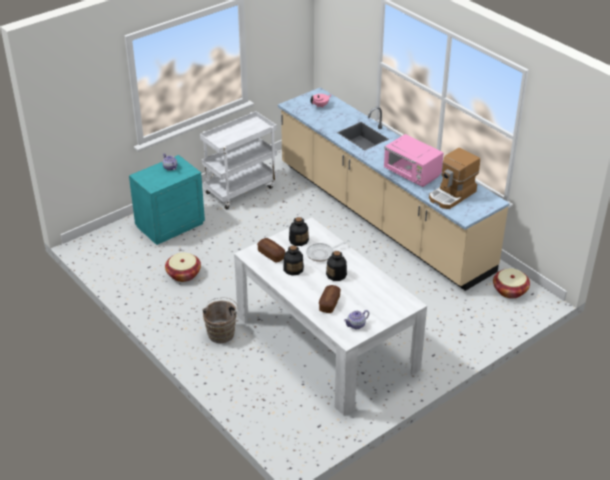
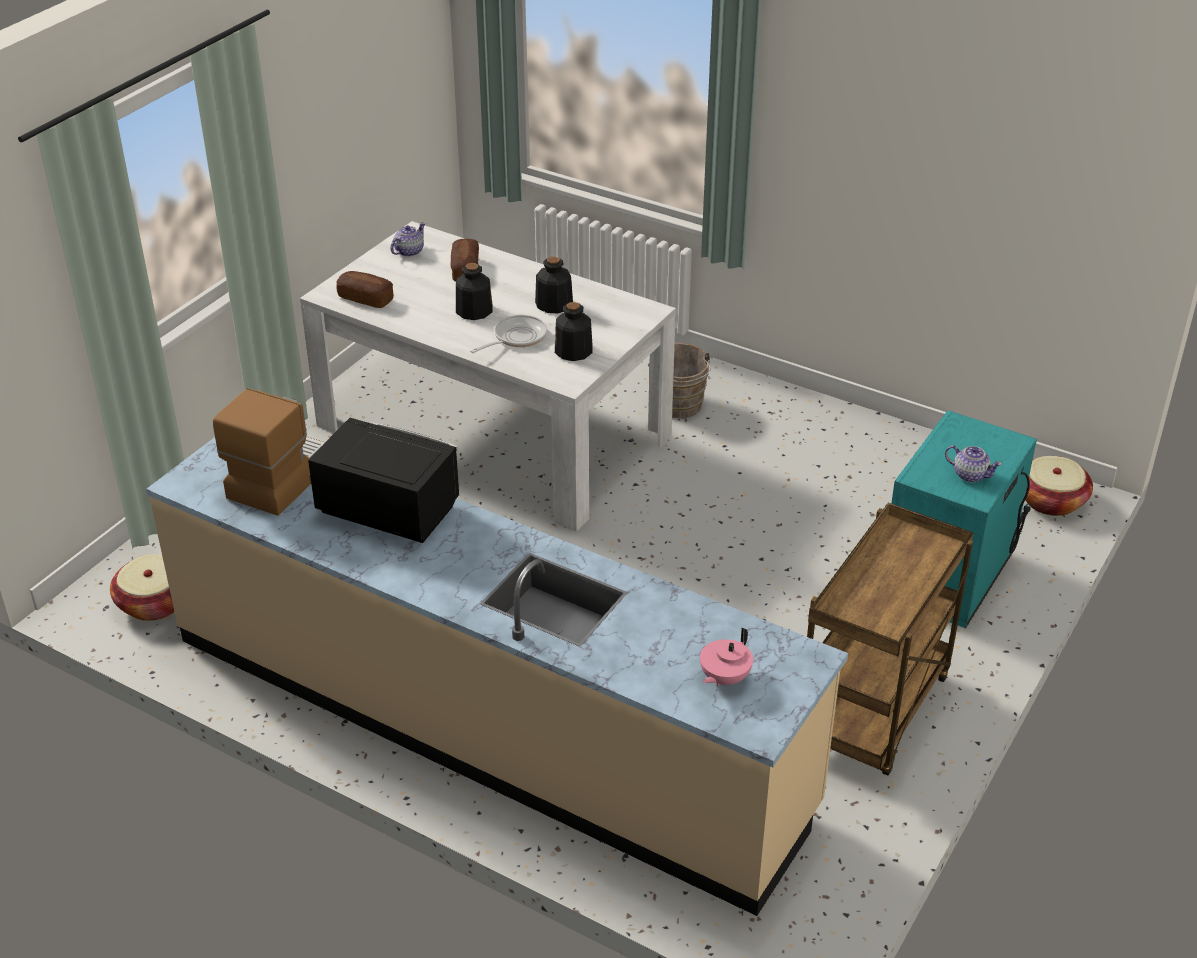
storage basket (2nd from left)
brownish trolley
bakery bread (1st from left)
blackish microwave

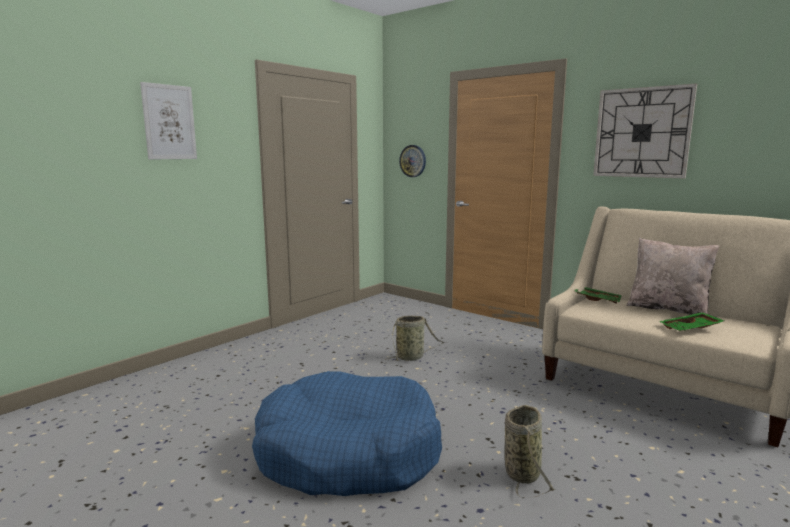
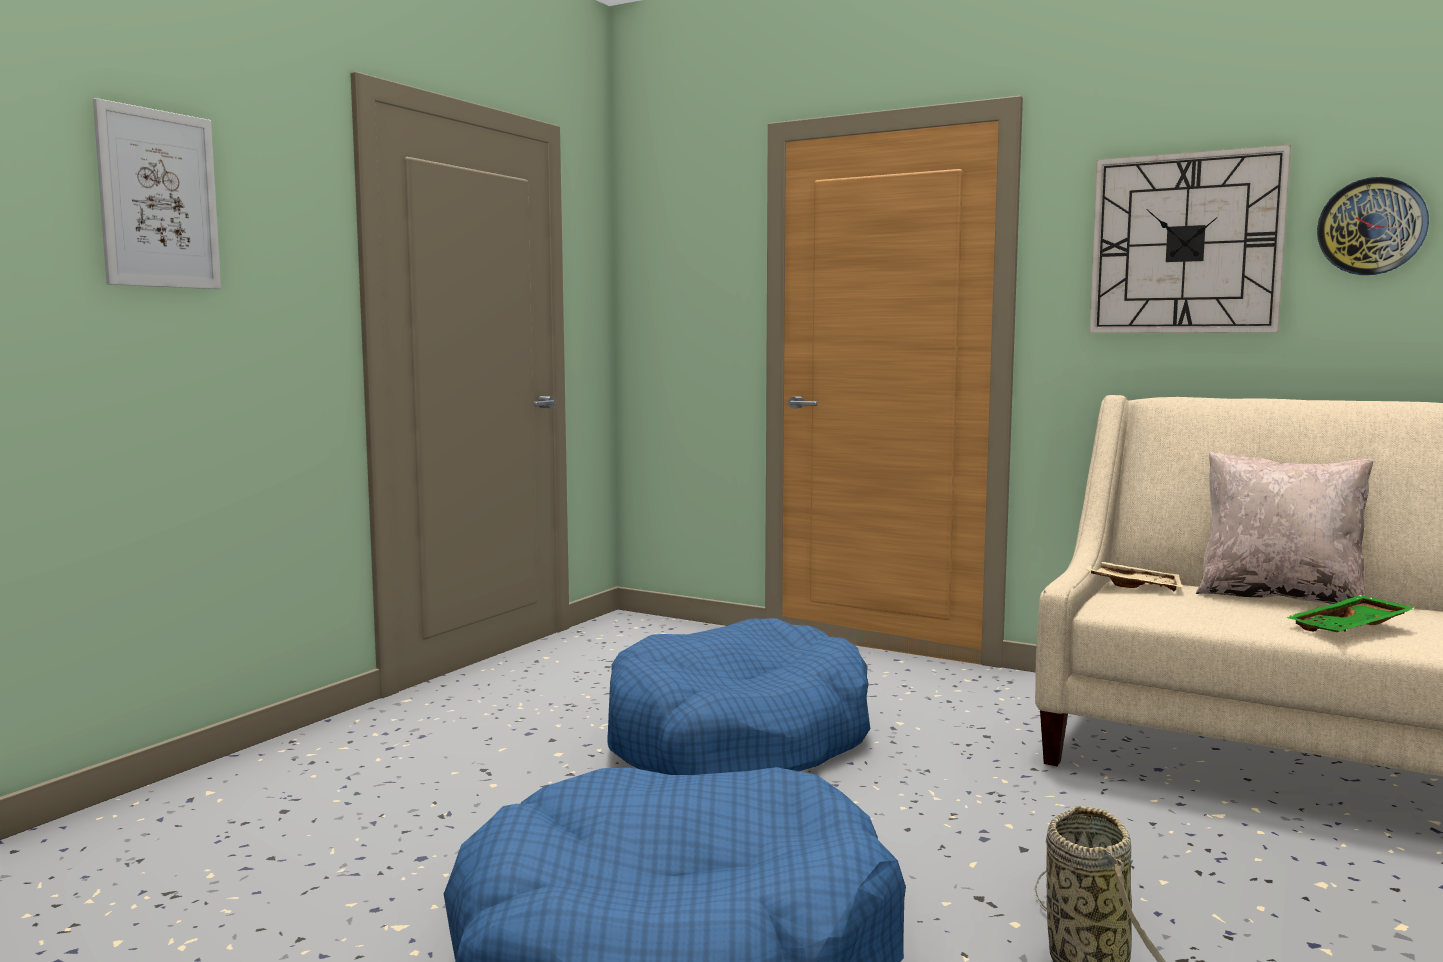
blue pet bed (2nd from left)
wall clock (2nd from left)
sand-coloured carrying tray

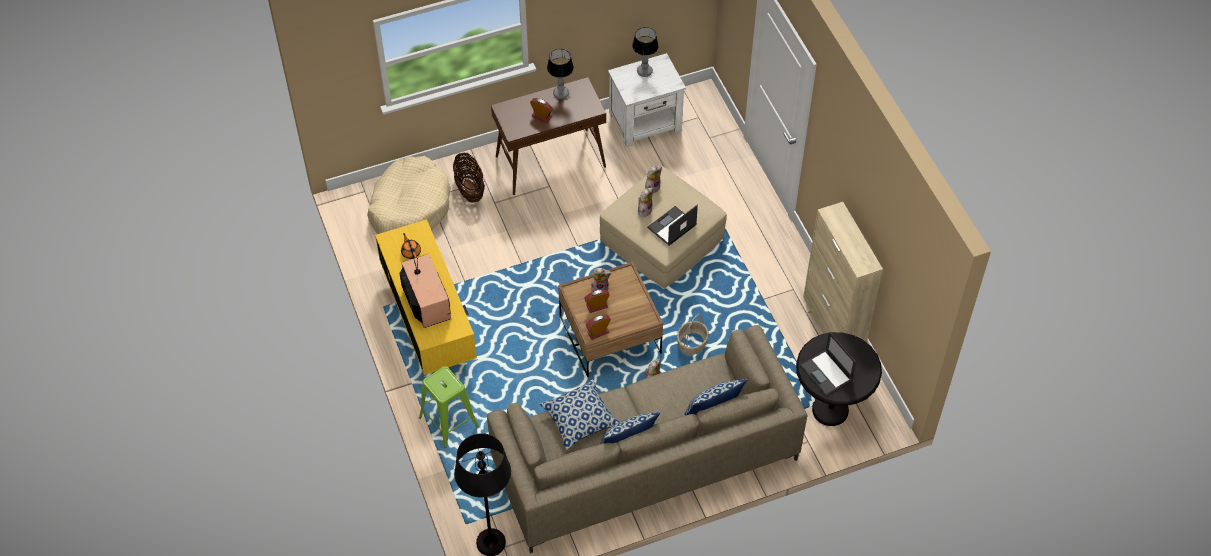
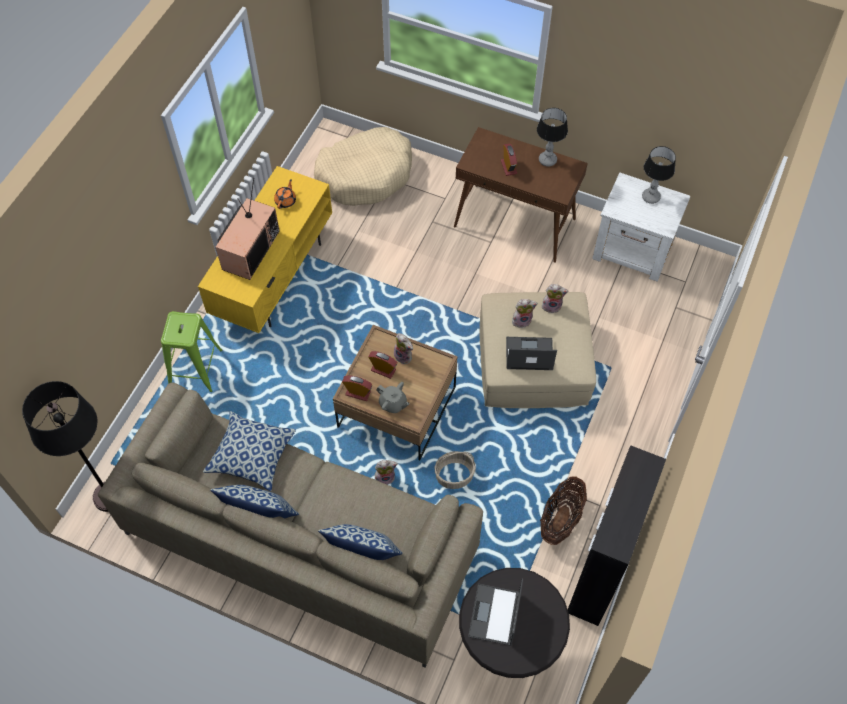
storage basket (2nd from left)
blackish storage cabinet
grey pot for tea

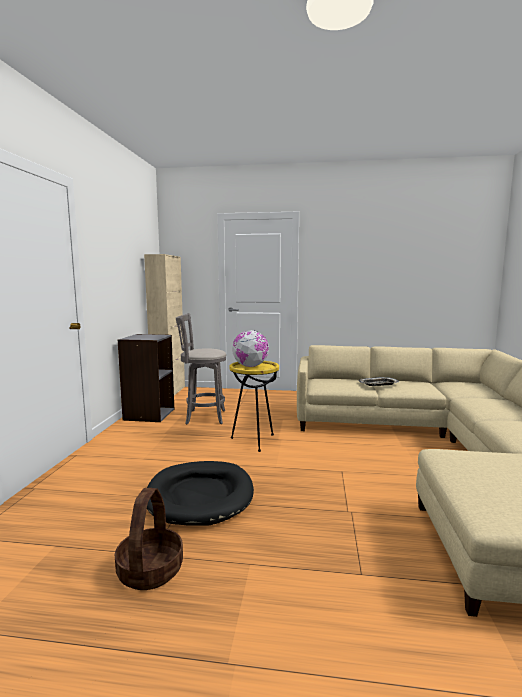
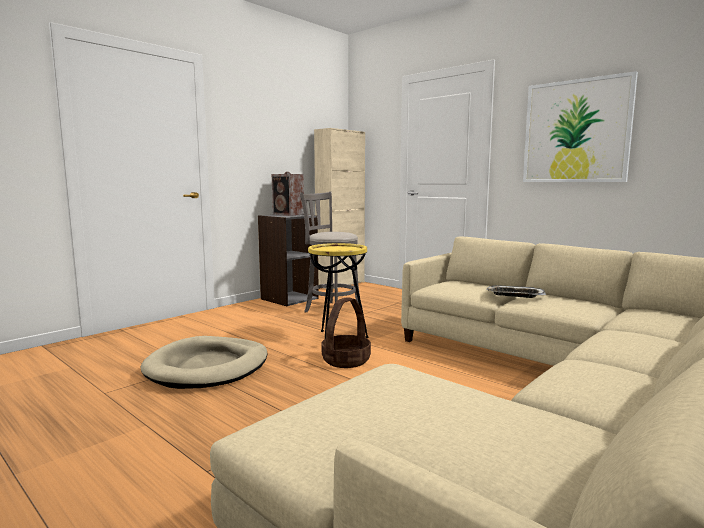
storage basket
sand-coloured pet bed
desk globe
loudspeaker
wall picture

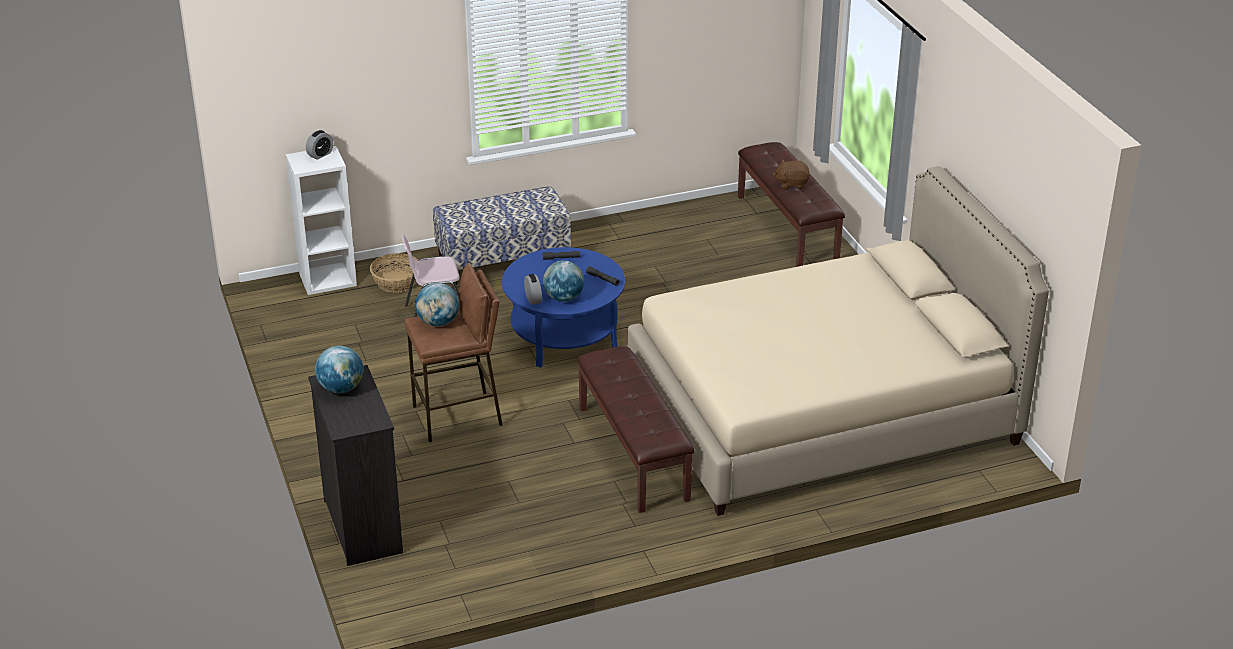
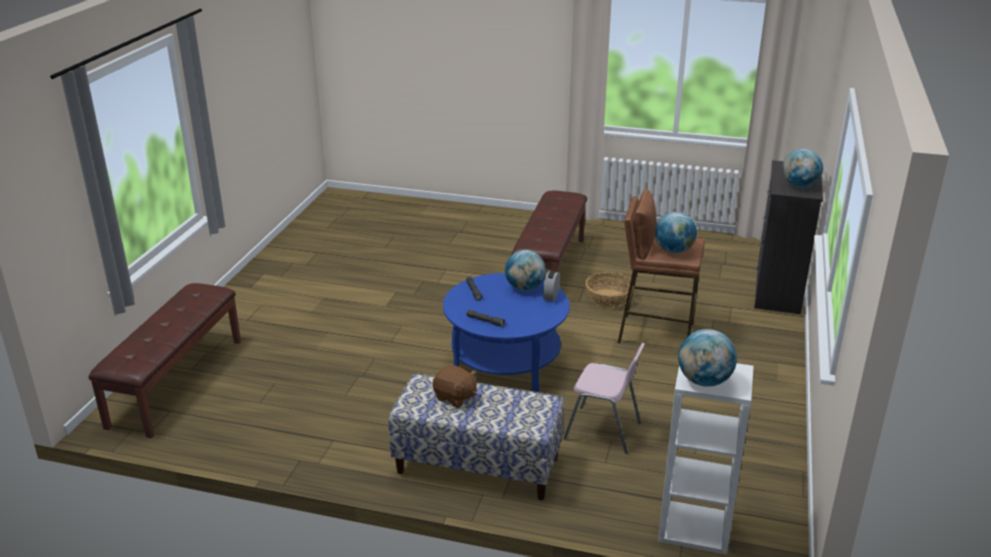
desk globe (3rd from left)
storage basket
sand-coloured bed
brownish plush toy

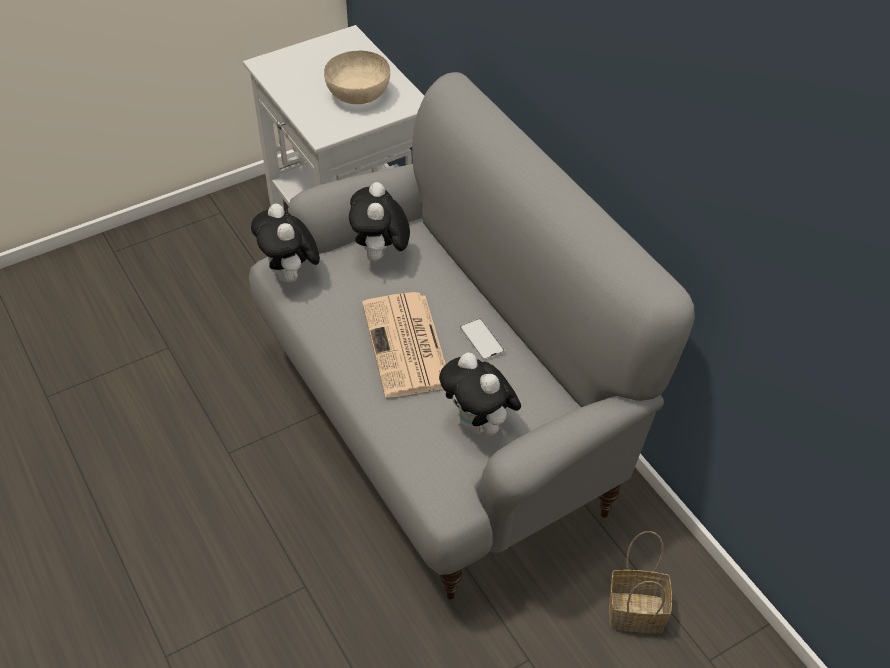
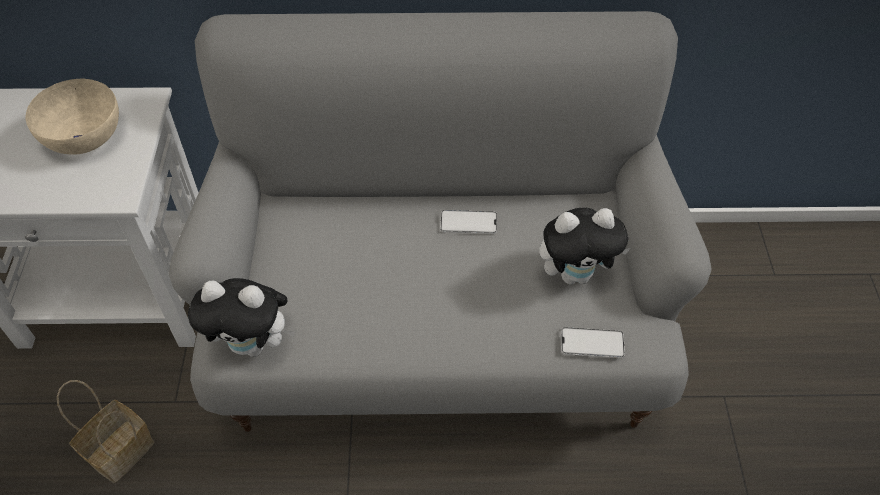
plush toy (2nd from left in the first image)
daily paper
storage basket
telephone (2nd from left)

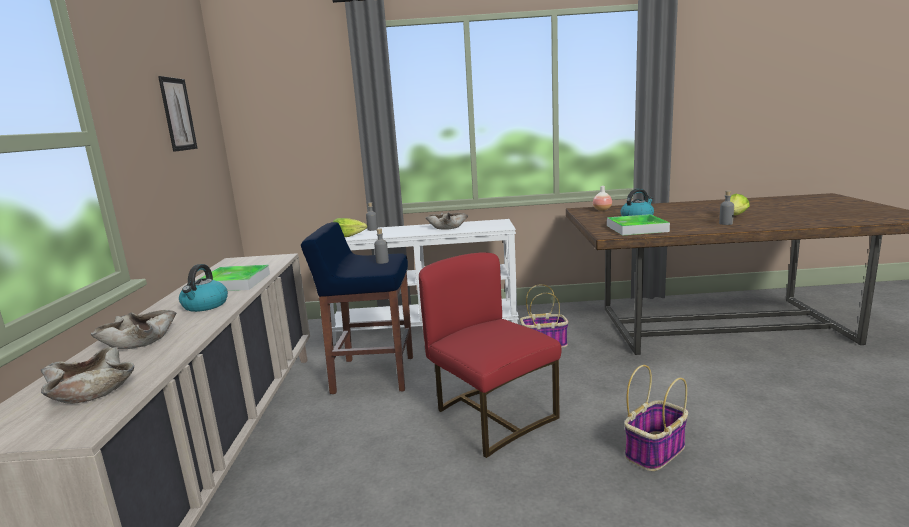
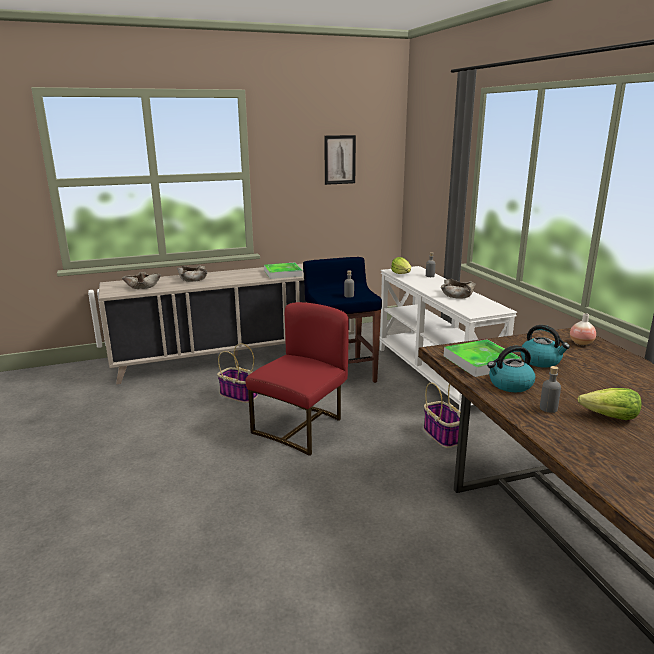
kettle (1st from left)
storage basket (1st from left)

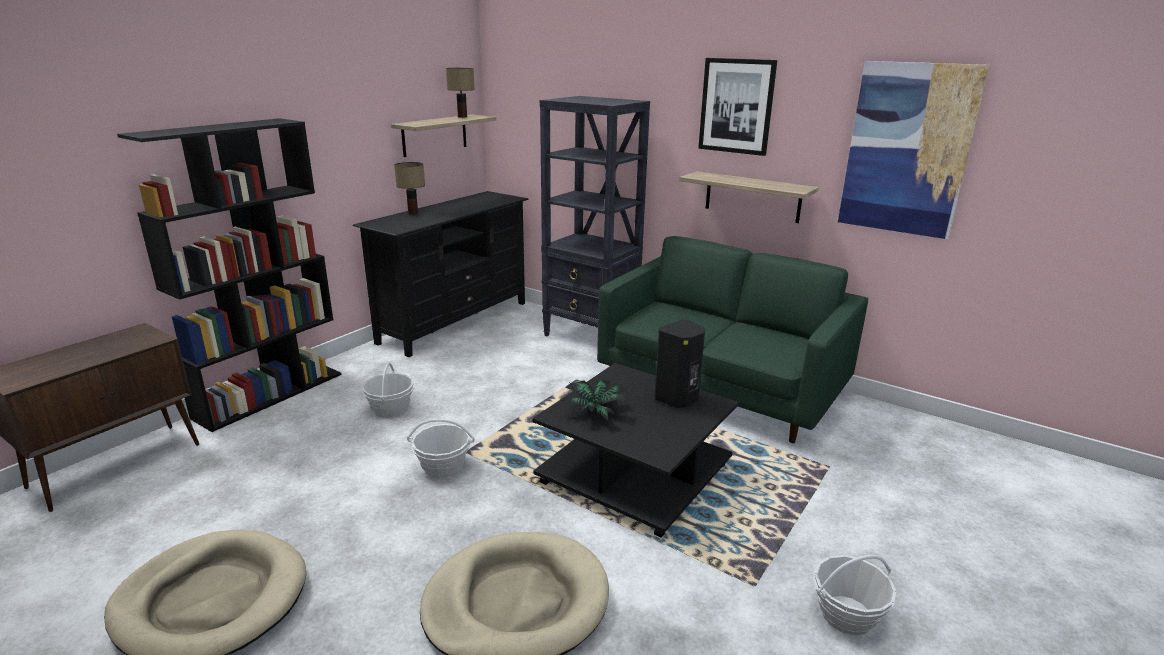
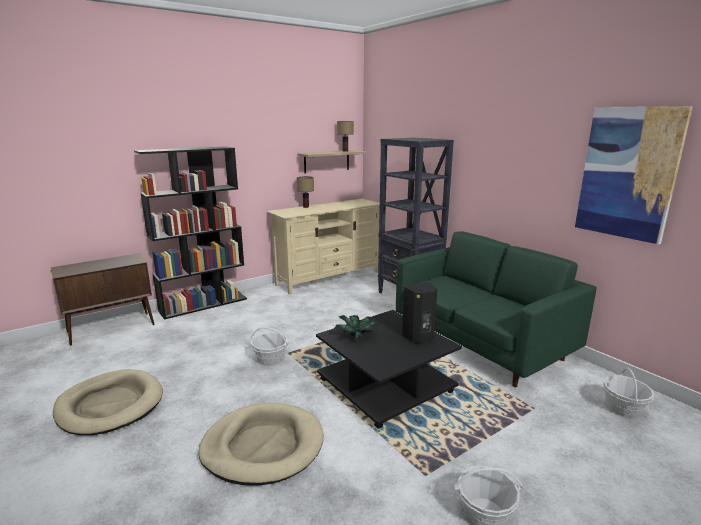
sand-coloured media console
storage basket (3rd from left)
bracket shelf (2nd from left in the first image)
wall picture (1st from left in the first image)

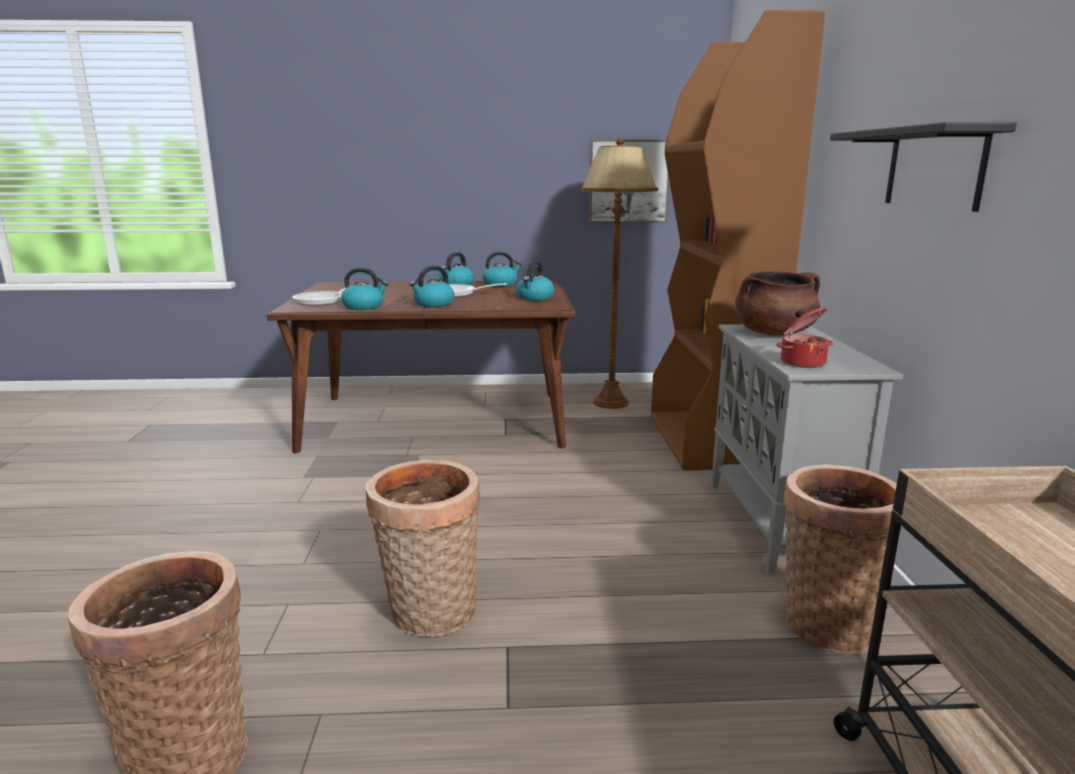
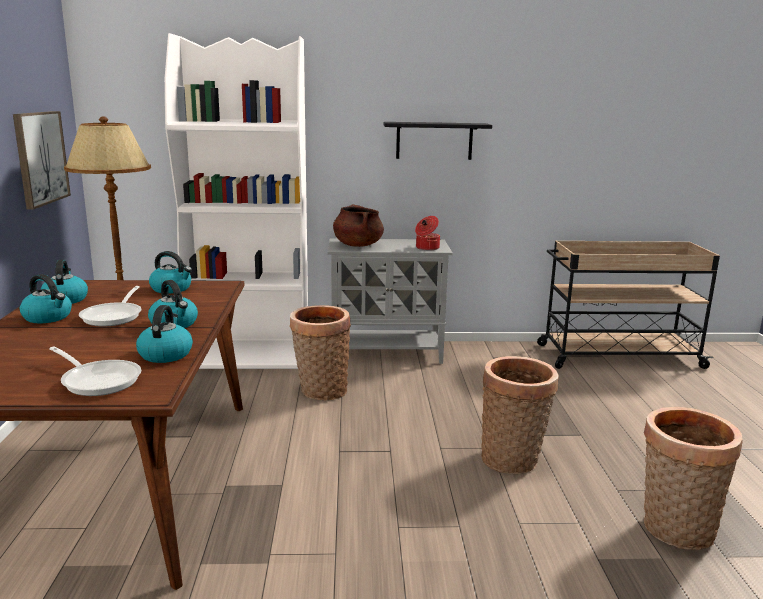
white-coloured bookcase
storage basket (1st from left)

